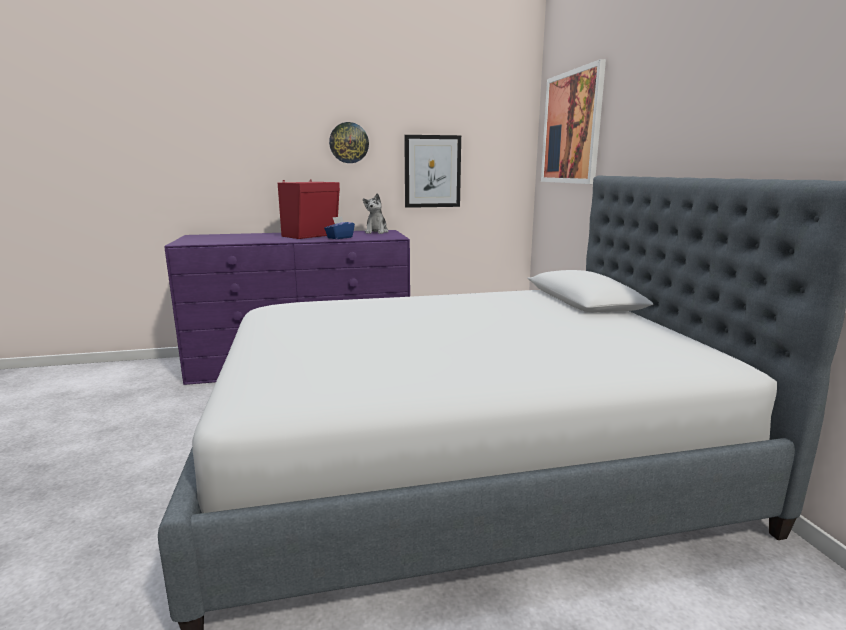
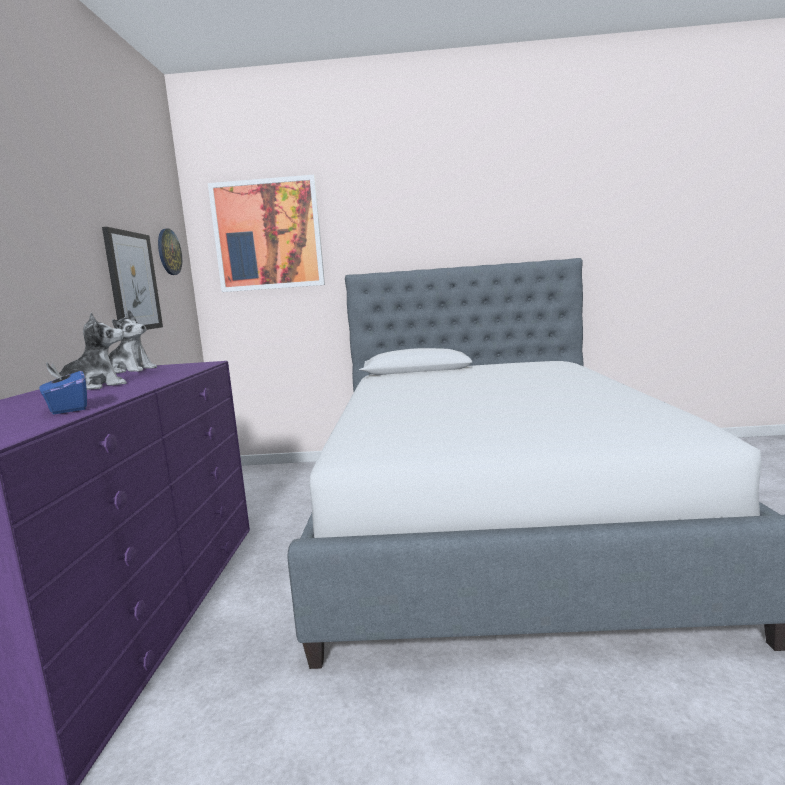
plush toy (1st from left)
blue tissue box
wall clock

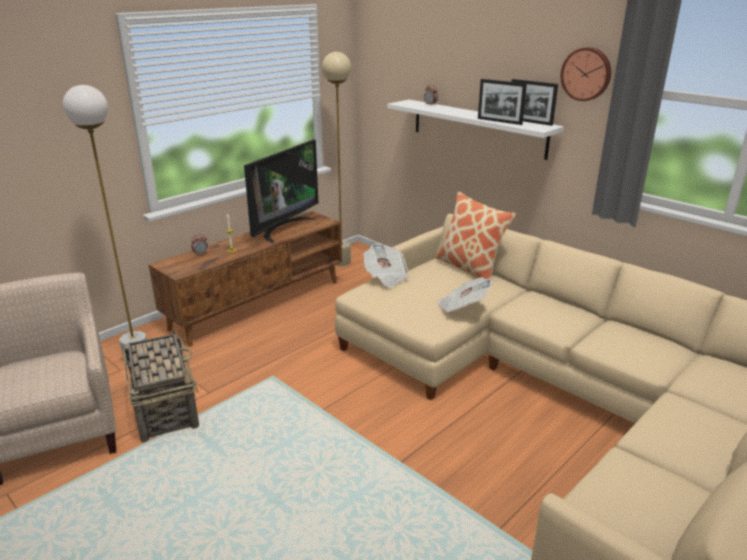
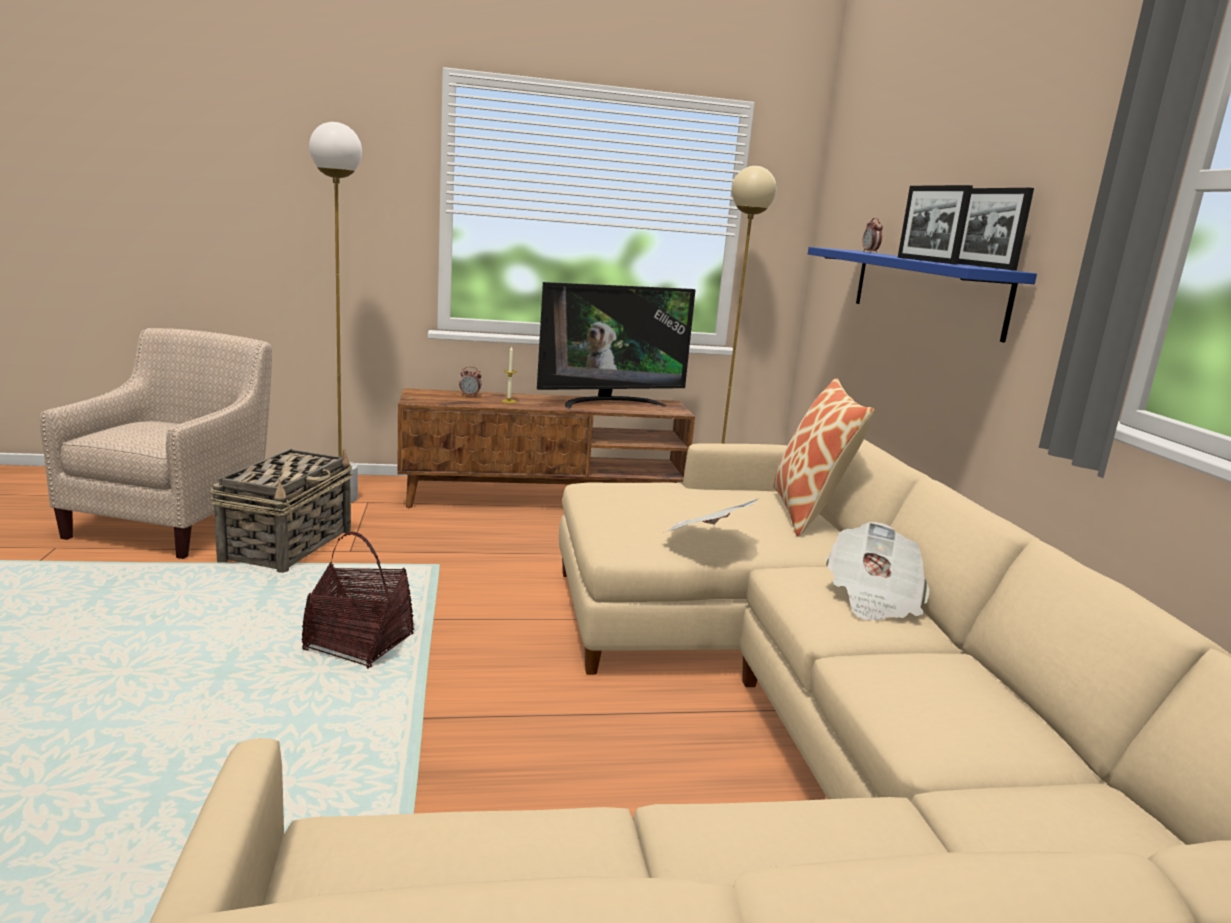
daily paper (2nd from left)
blue bracket shelf
wall clock
storage basket (2nd from left)

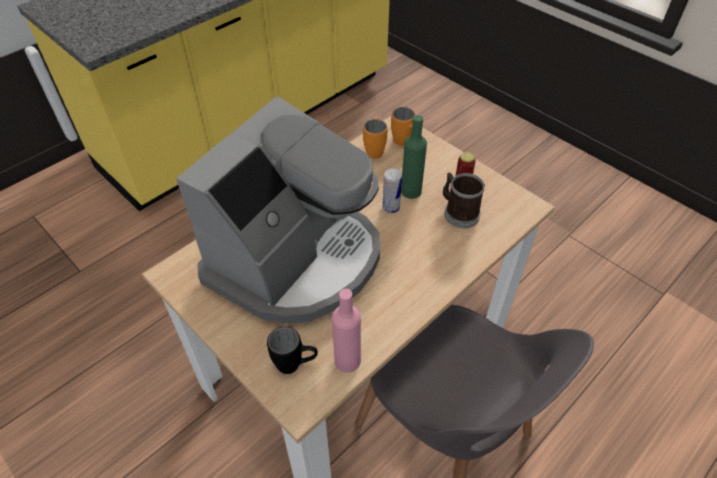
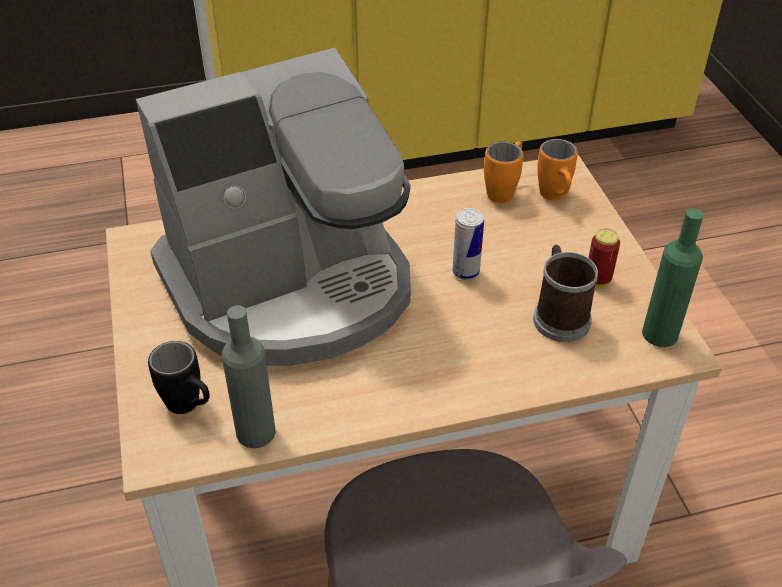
grey bottle
green-coloured bottle

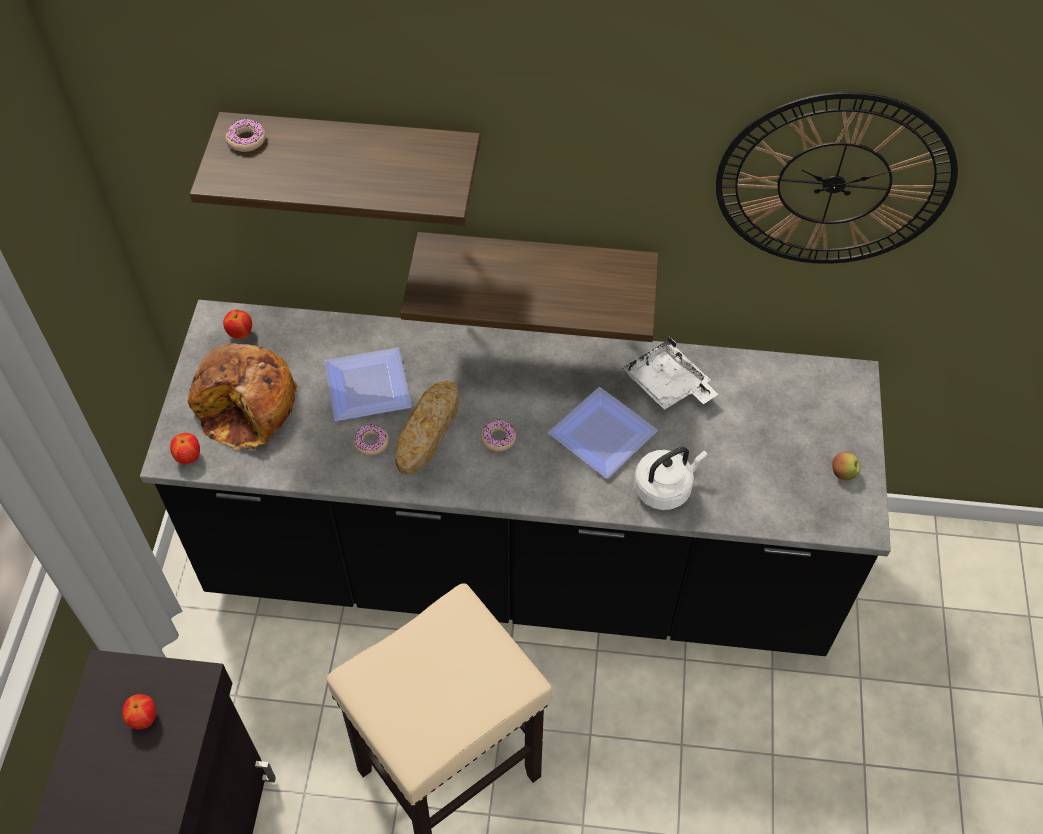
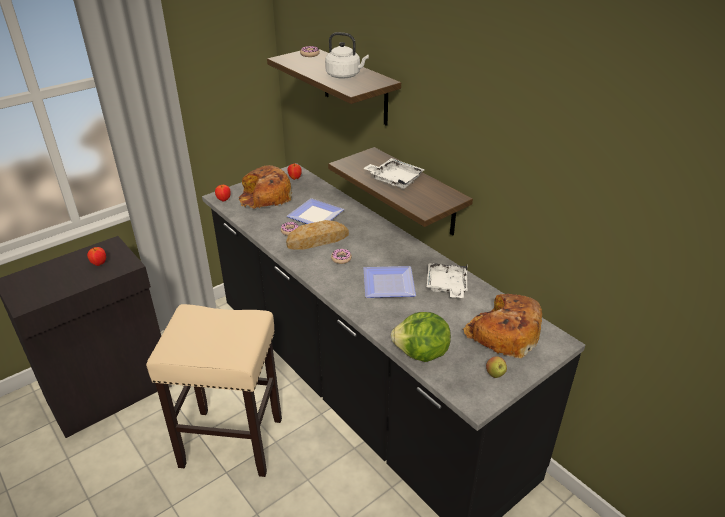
white-coloured kettle
wall clock
white-coloured carrying tray (1st from left)
lettuce head
bakery bread (3rd from left)

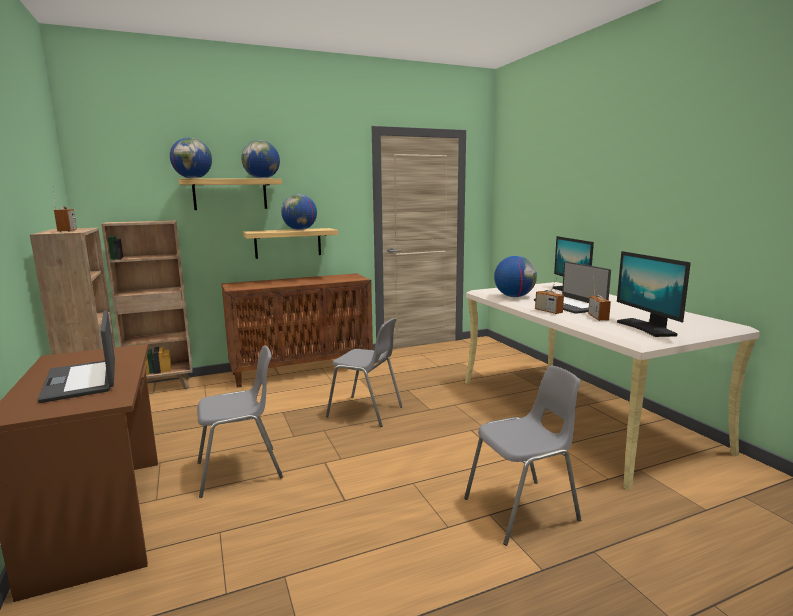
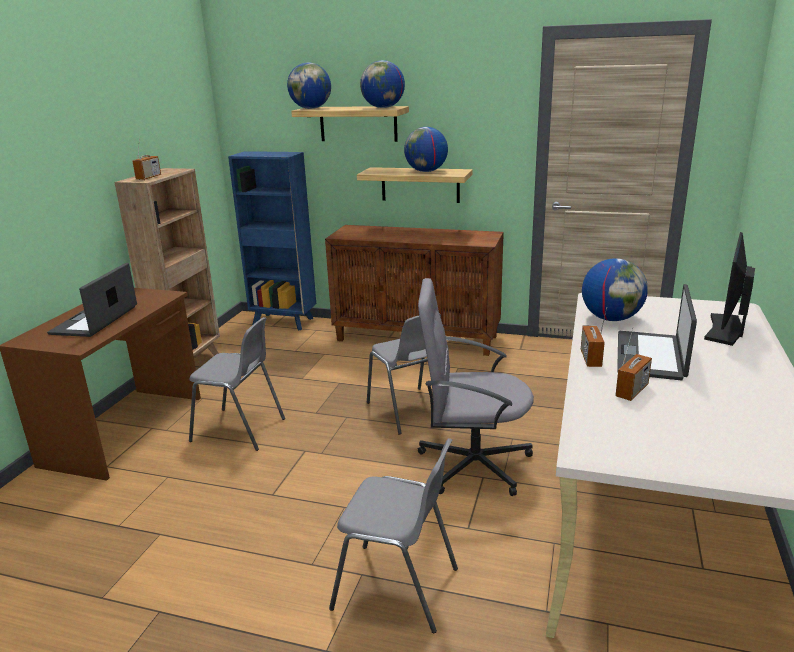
blue bookcase
computer screen (2nd from left in the first image)
grey desk chair

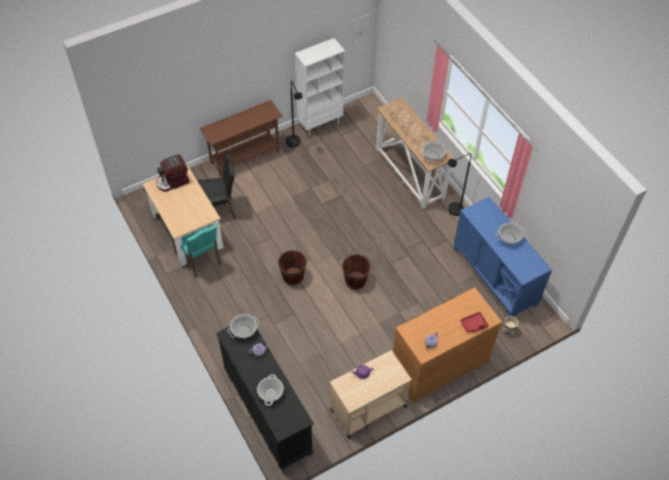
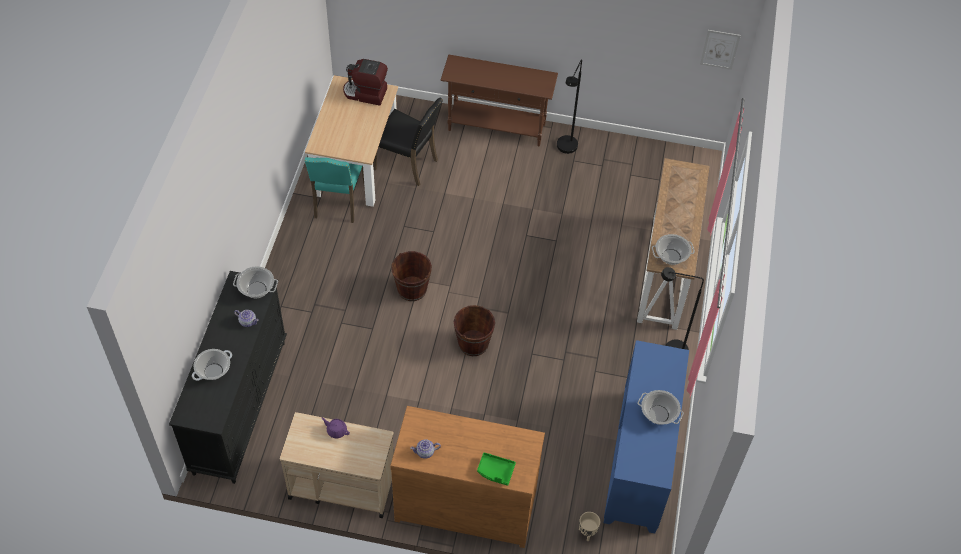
white-coloured bookcase
green-coloured carrying tray

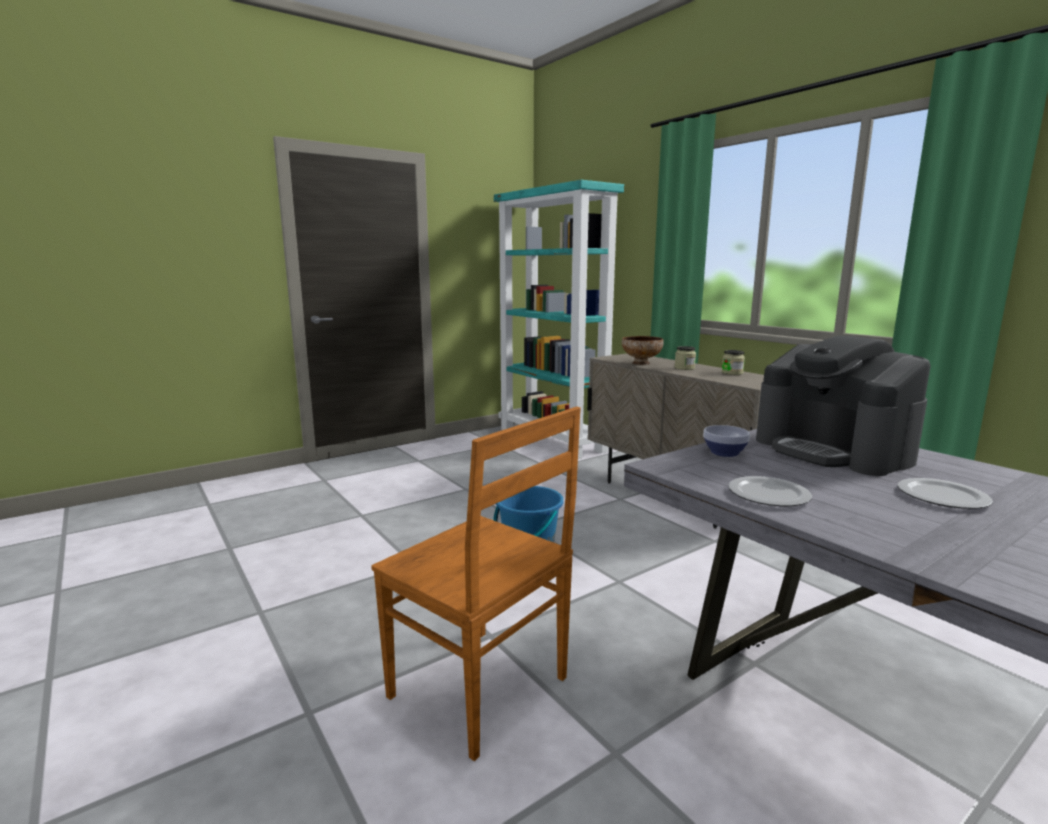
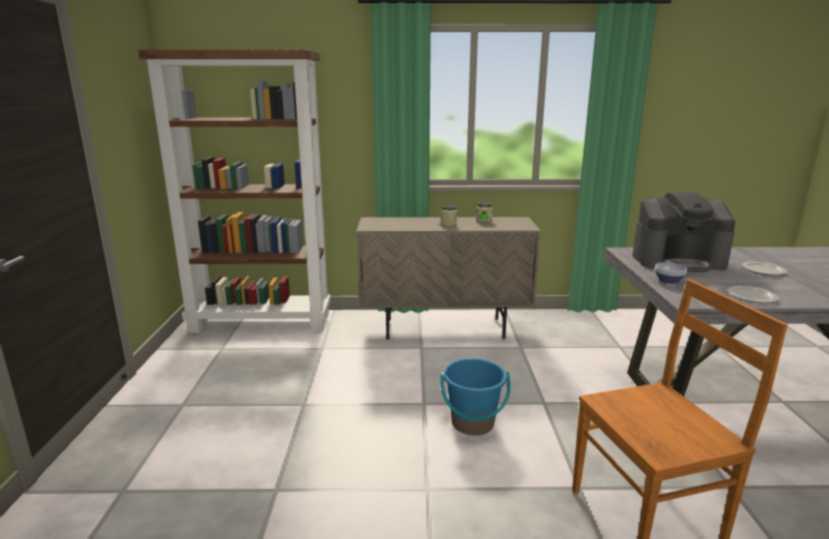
brownish bookcase
bowl (1st from left in the first image)

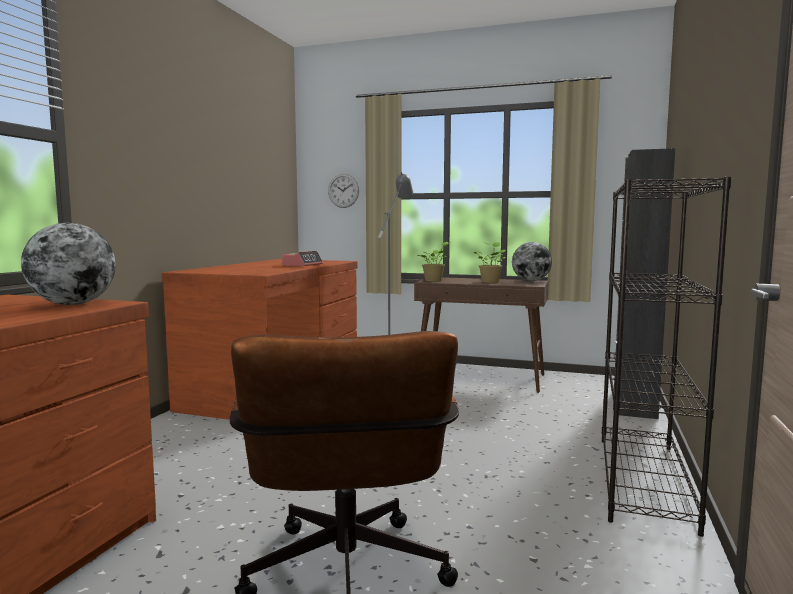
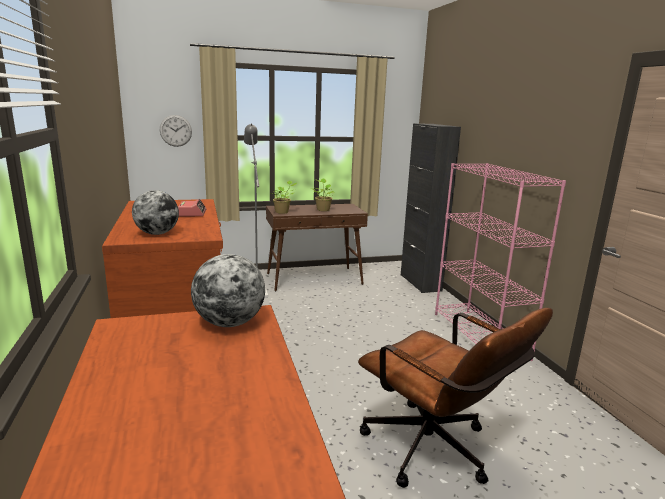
desk globe (1st from left)
pinkish bookcase

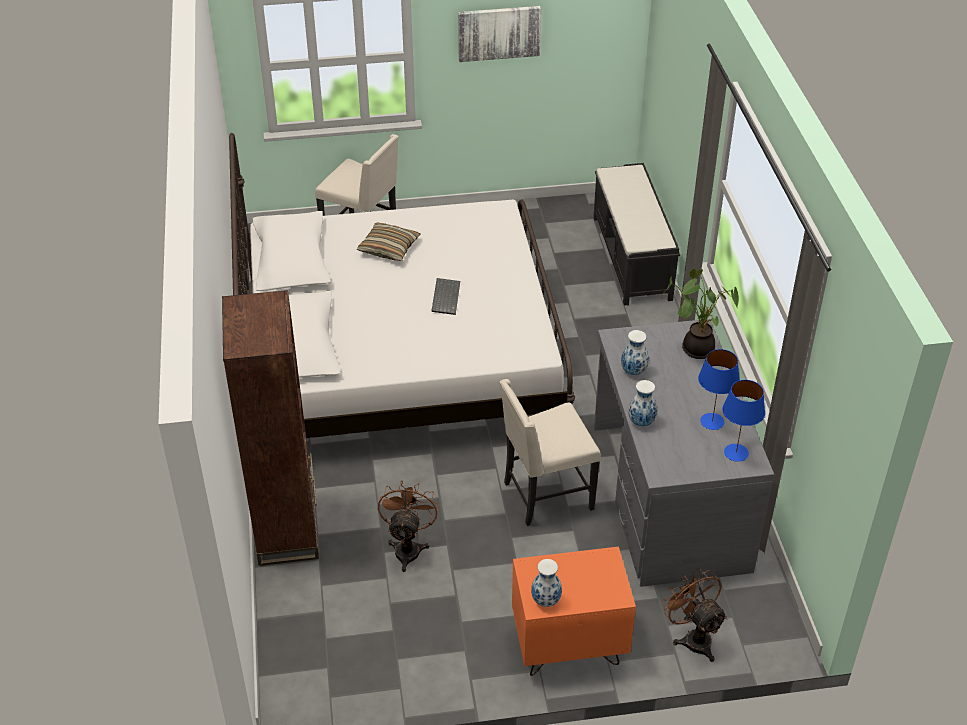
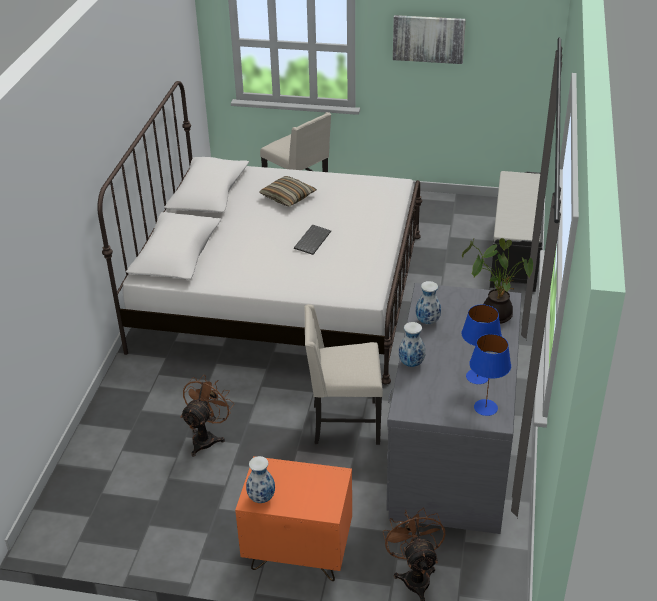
brownish bookcase

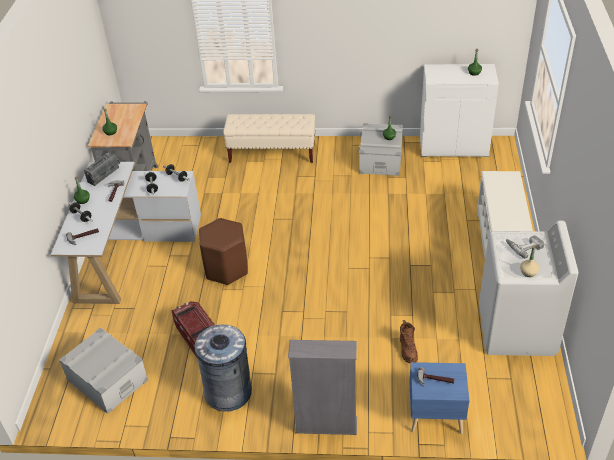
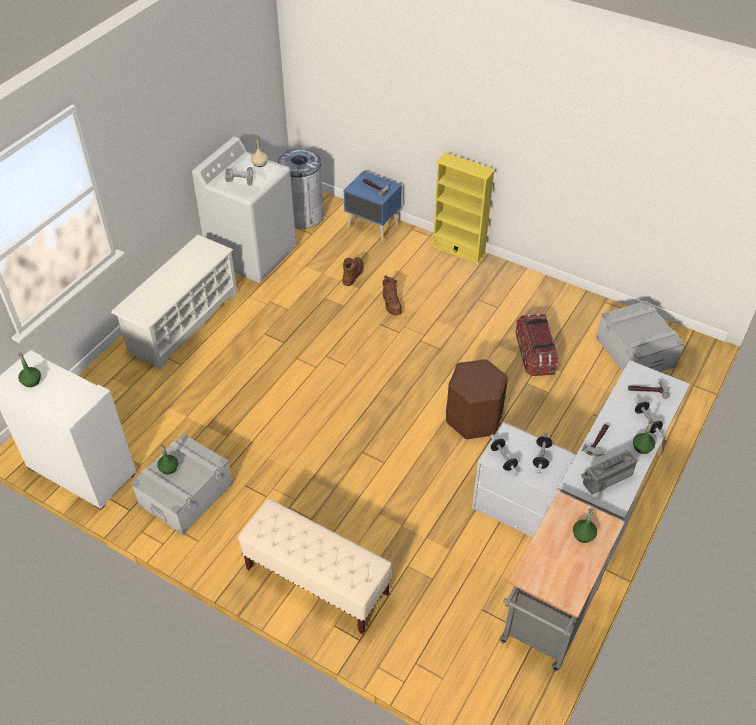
grey waste bin
yellowish bookcase
brownish high-top boot (2nd from left)

